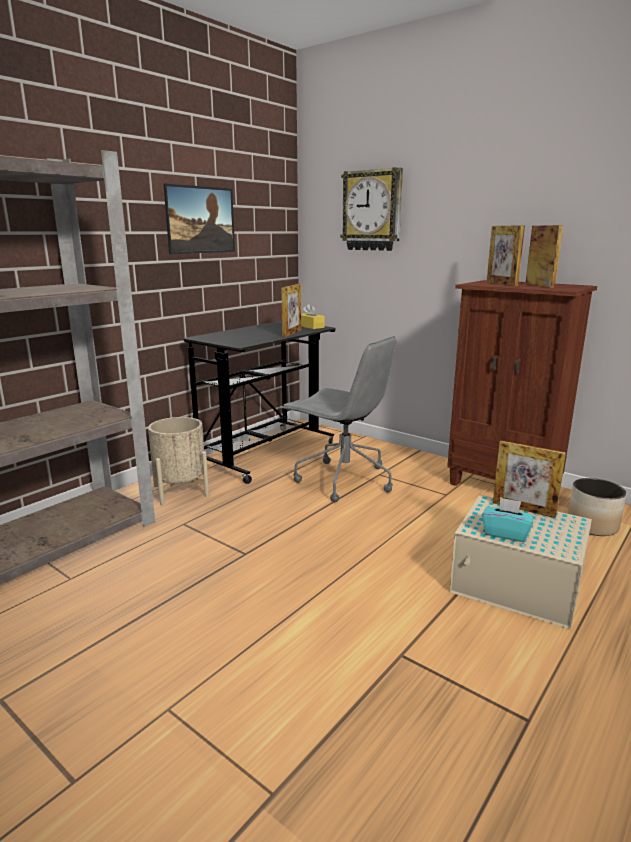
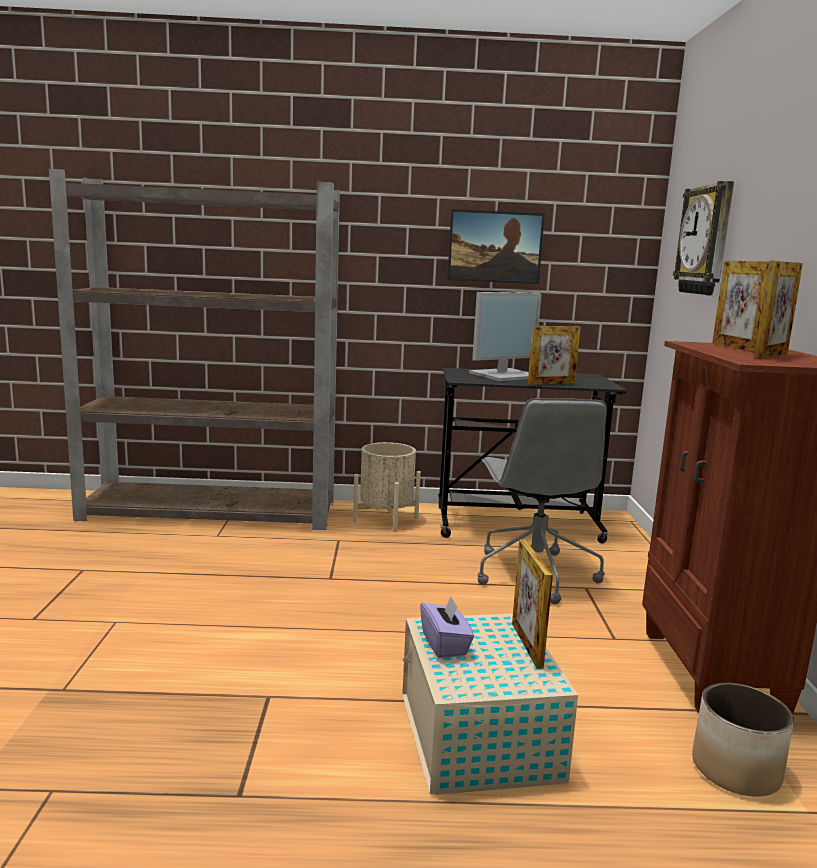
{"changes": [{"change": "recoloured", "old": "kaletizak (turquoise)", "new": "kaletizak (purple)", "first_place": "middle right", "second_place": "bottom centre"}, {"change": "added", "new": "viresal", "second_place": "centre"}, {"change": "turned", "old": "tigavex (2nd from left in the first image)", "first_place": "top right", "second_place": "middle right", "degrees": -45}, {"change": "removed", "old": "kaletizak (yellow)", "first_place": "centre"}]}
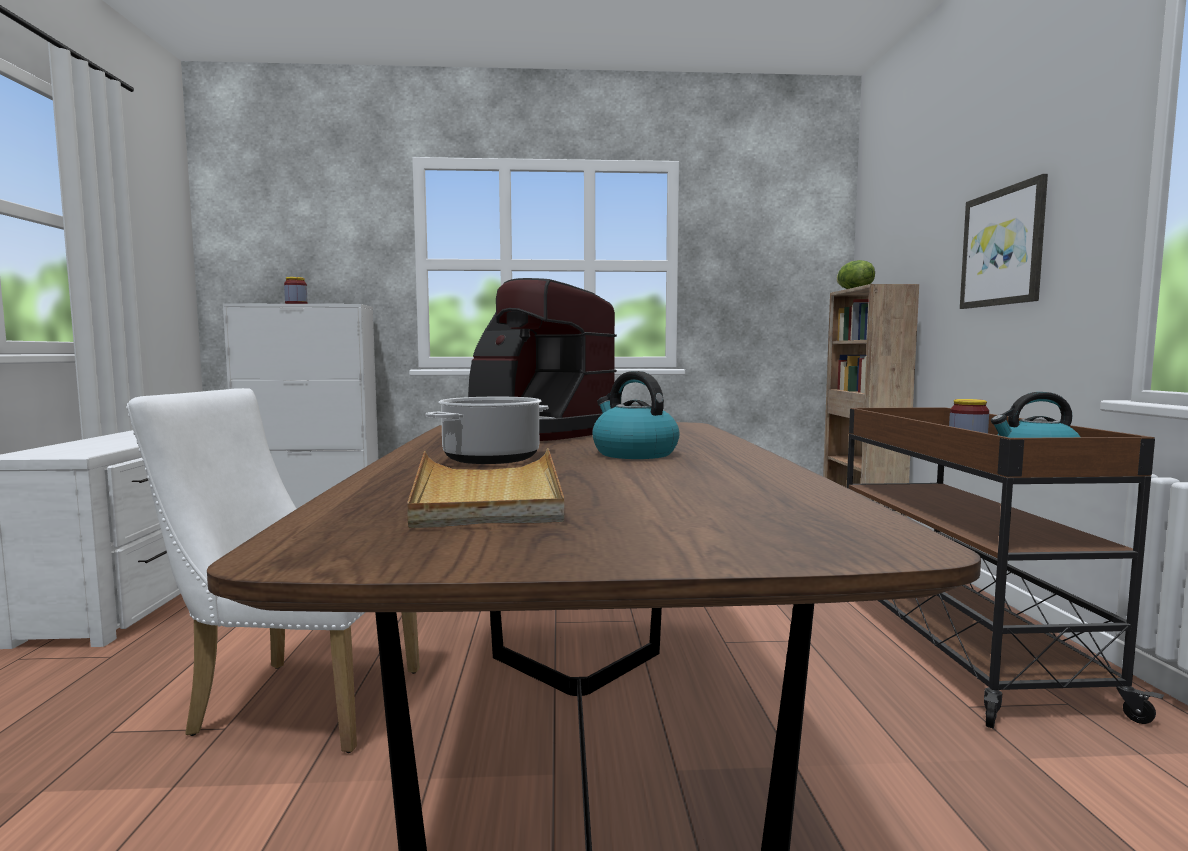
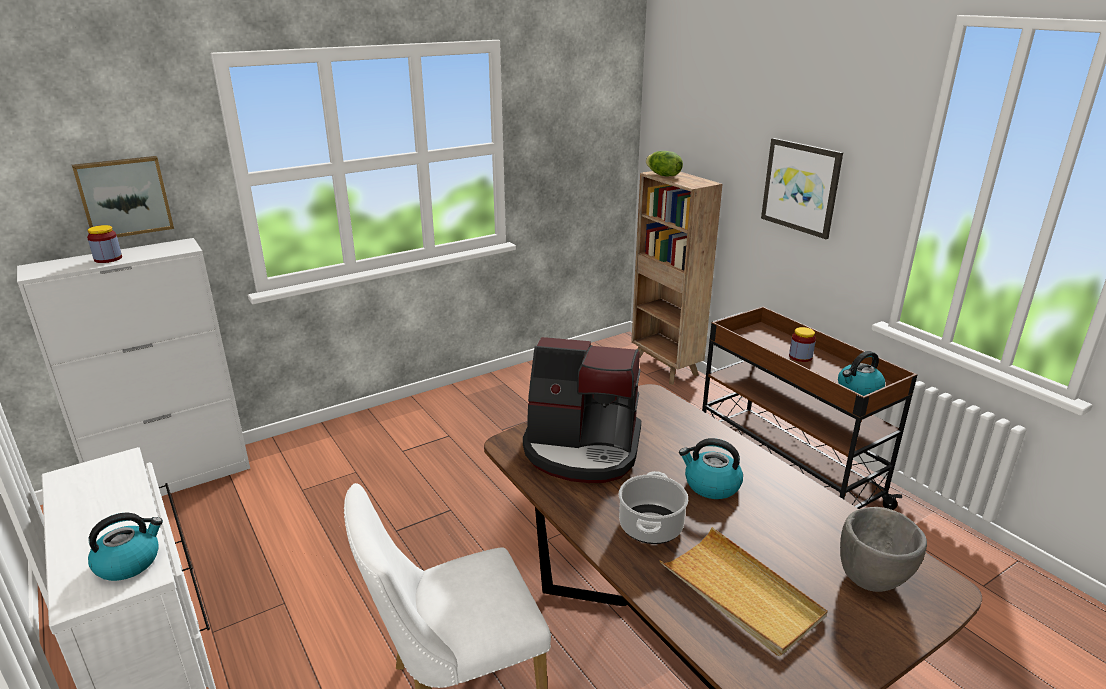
{"changes": [{"change": "added", "new": "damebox (1st from left)", "second_place": "top left"}, {"change": "added", "new": "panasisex (1st from left)", "second_place": "bottom left"}, {"change": "added", "new": "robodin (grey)", "second_place": "bottom right"}]}
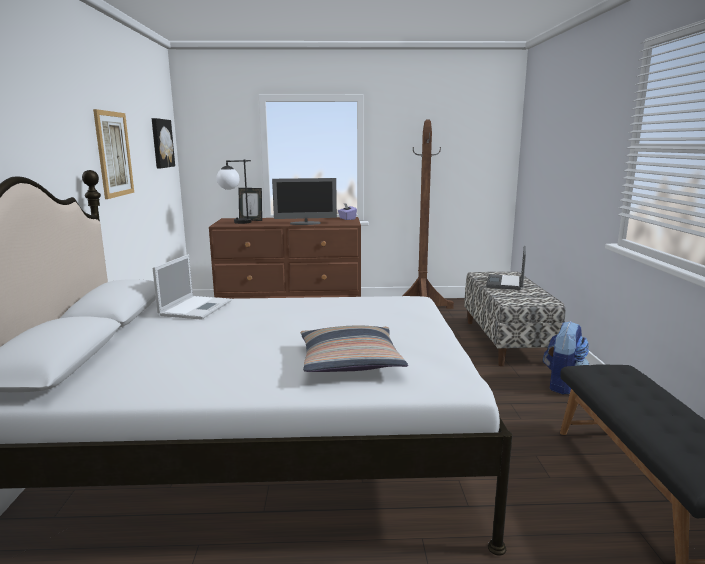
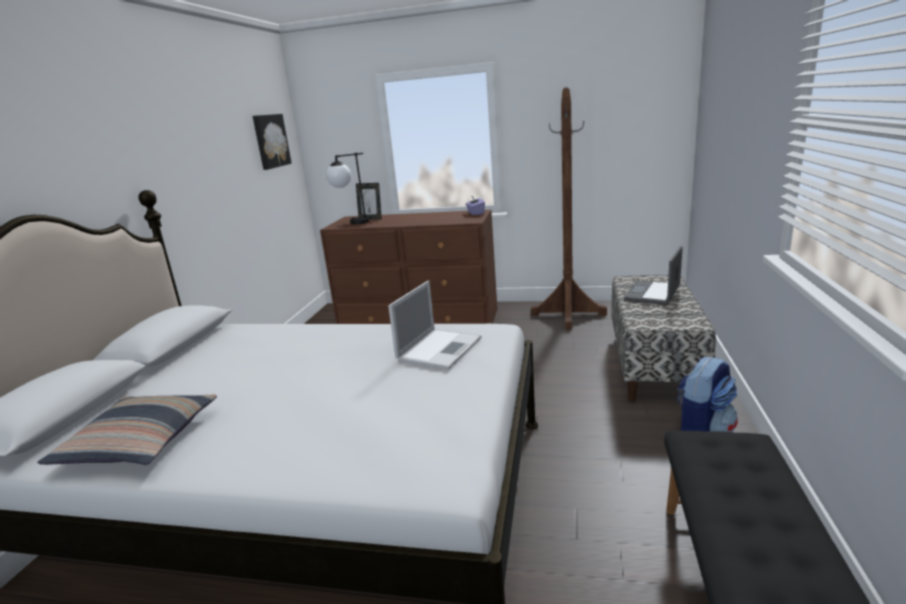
{"changes": [{"change": "moved", "old": "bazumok", "first_place": "centre", "second_place": "bottom left"}, {"change": "moved", "old": "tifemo (1st from left)", "first_place": "middle left", "second_place": "centre"}, {"change": "removed", "old": "damebox (1st from left)", "first_place": "top left"}, {"change": "removed", "old": "viresal", "first_place": "centre"}]}
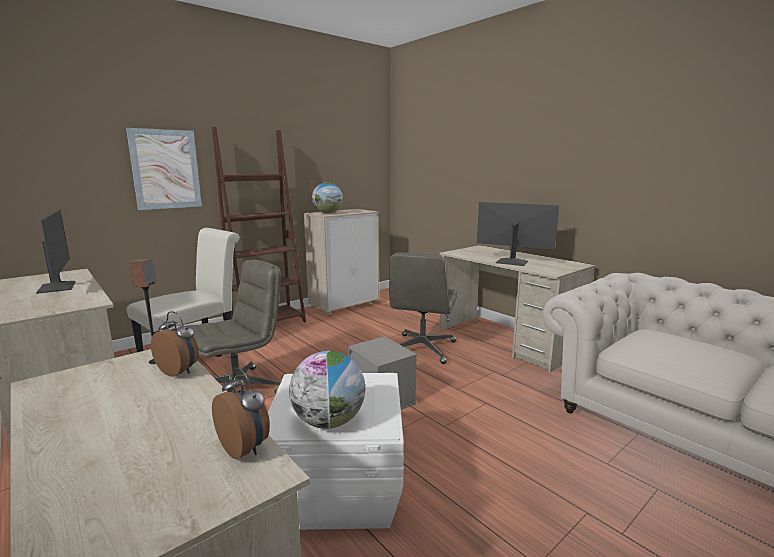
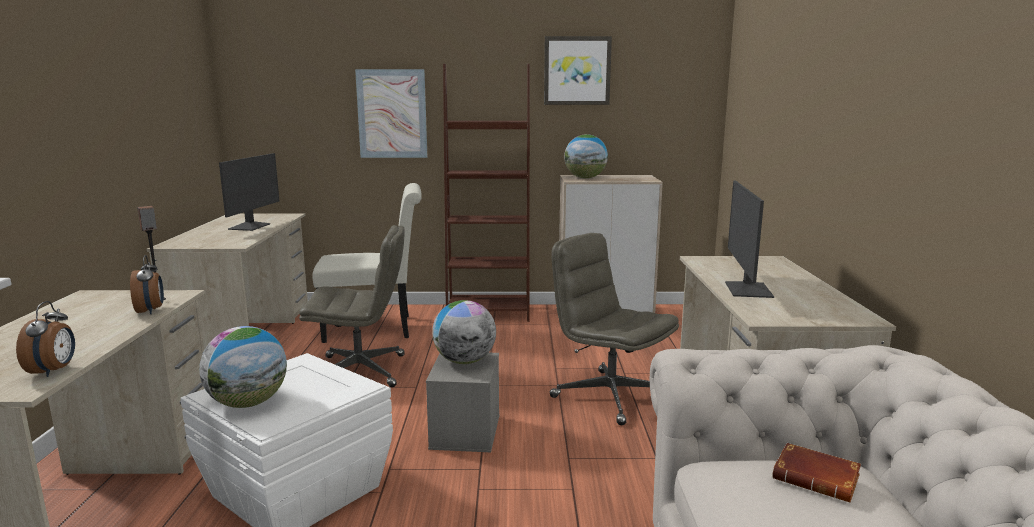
{"changes": [{"change": "added", "new": "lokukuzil (2nd from left)", "second_place": "centre"}, {"change": "added", "new": "damebox (2nd from left)", "second_place": "top centre"}, {"change": "turned", "old": "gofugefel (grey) (2nd from left)", "first_place": "centre", "second_place": "centre", "degrees": 75}, {"change": "turned", "old": "viresal (2nd from left)", "first_place": "middle right", "second_place": "middle right", "degrees": -150}, {"change": "added", "new": "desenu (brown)", "second_place": "bottom right"}]}
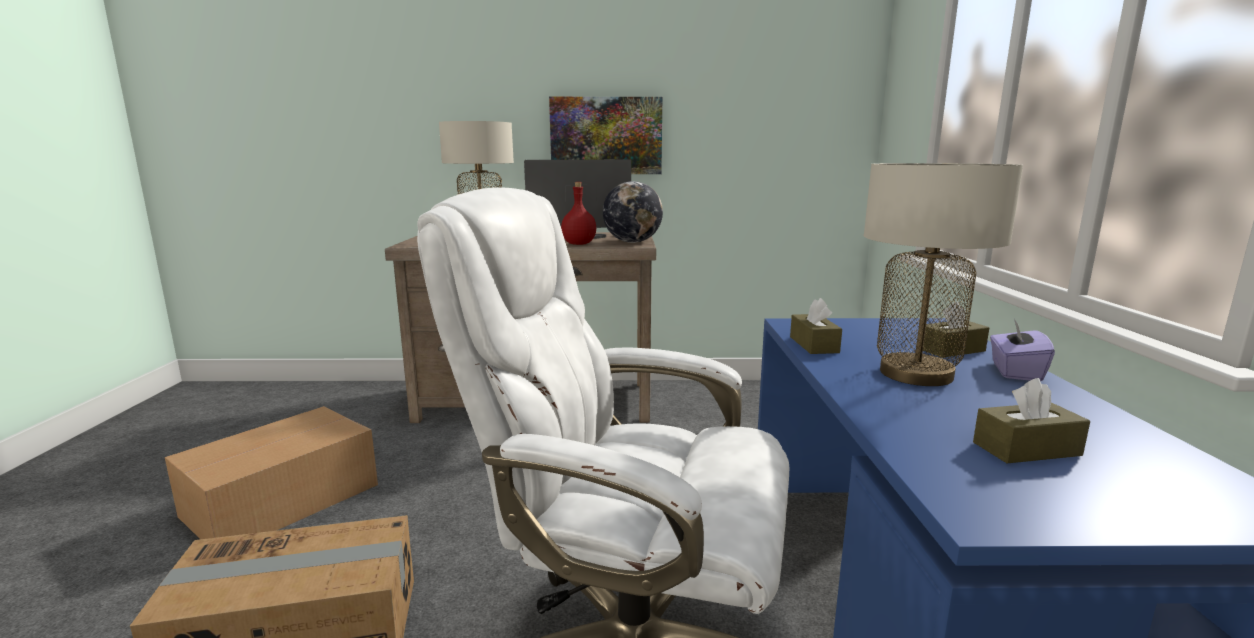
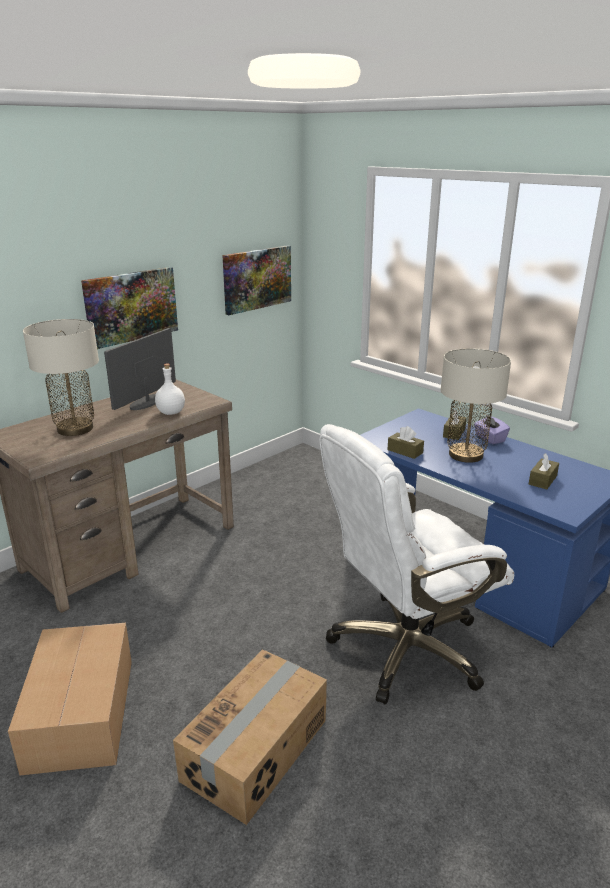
{"changes": [{"change": "recoloured", "old": "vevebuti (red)", "new": "vevebuti (white)", "first_place": "centre", "second_place": "middle left"}, {"change": "added", "new": "damebox (2nd from left)", "second_place": "top centre"}, {"change": "removed", "old": "lokukuzil", "first_place": "top centre"}]}
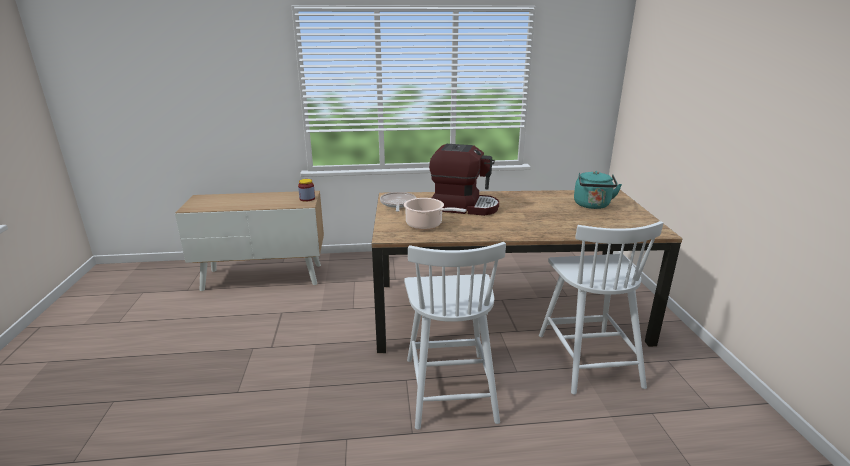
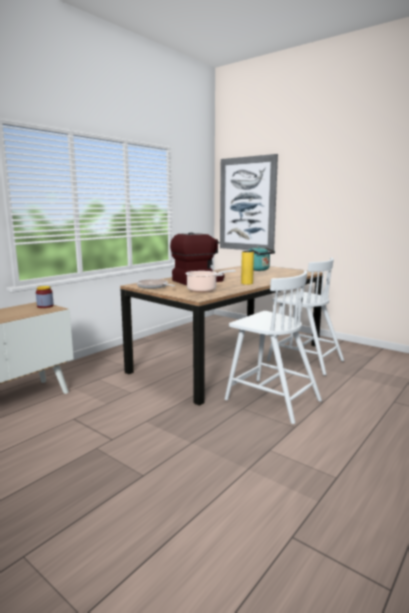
{"changes": [{"change": "added", "new": "damebox", "second_place": "top centre"}, {"change": "added", "new": "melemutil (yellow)", "second_place": "centre"}]}
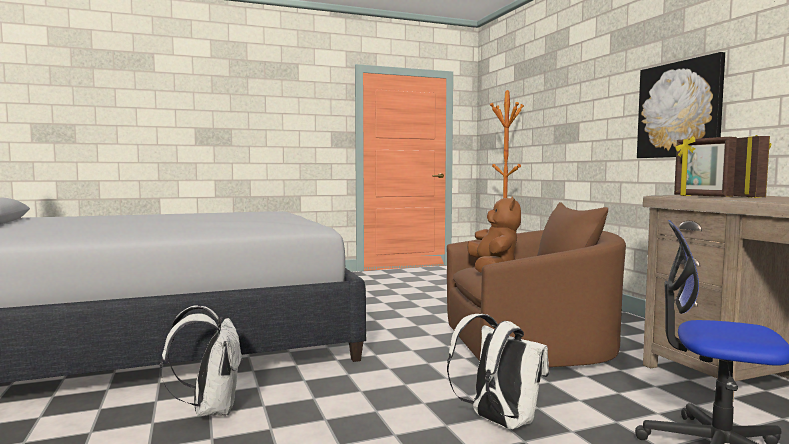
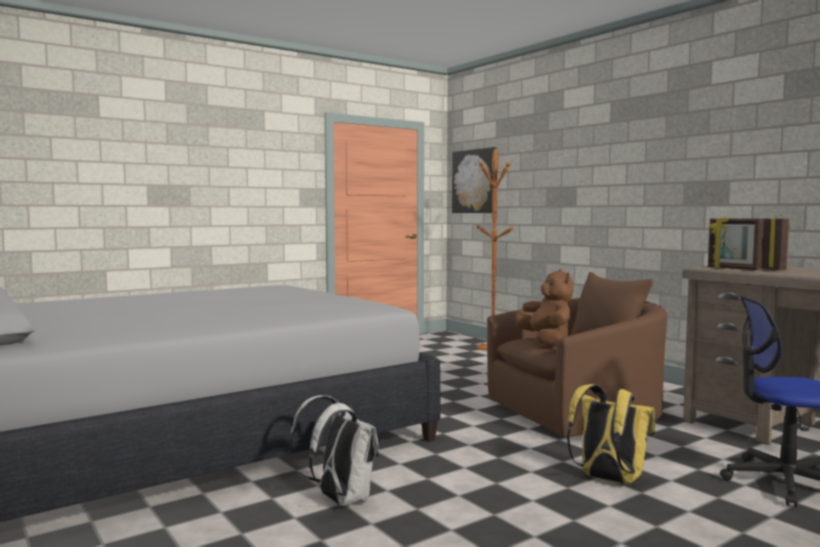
{"changes": [{"change": "moved", "old": "damebox", "first_place": "top right", "second_place": "top centre"}, {"change": "recoloured", "old": "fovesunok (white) (2nd from left)", "new": "fovesunok (yellow)", "first_place": "bottom centre", "second_place": "bottom right"}]}
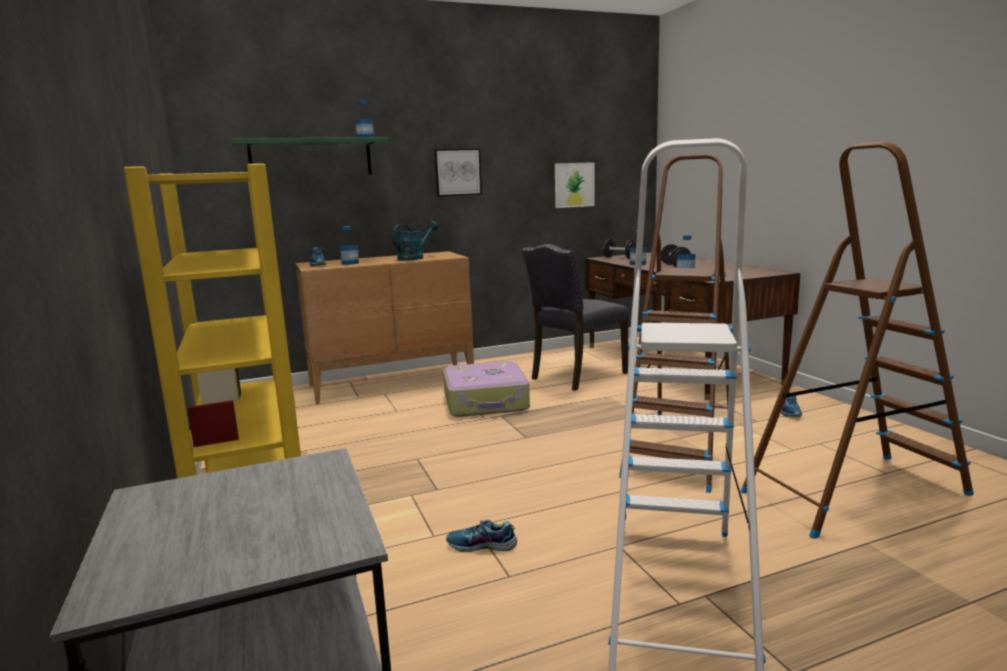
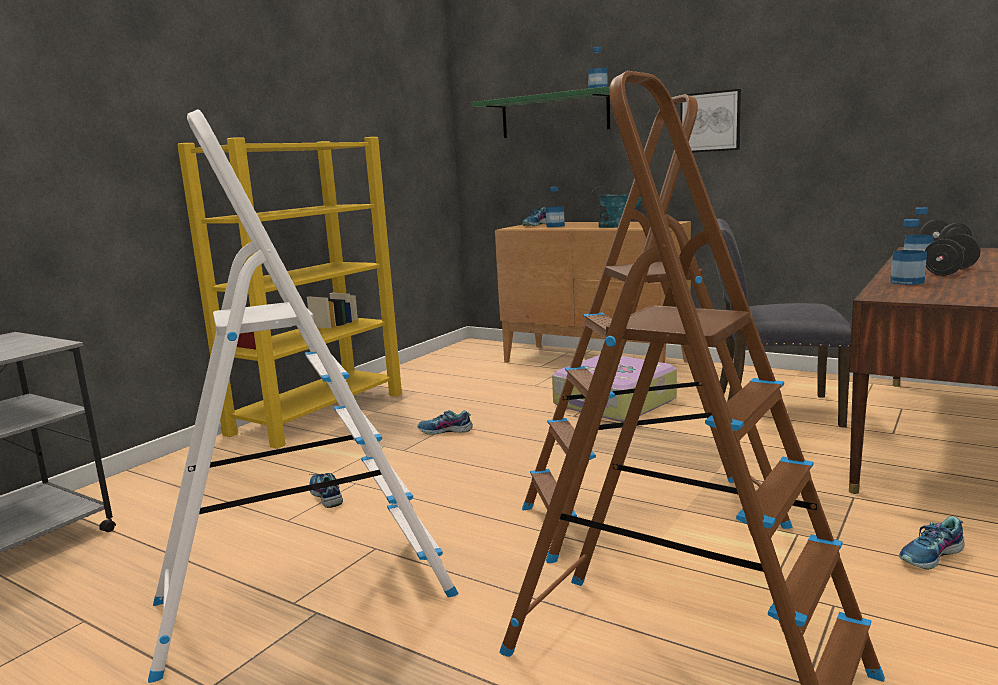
{"changes": [{"change": "added", "new": "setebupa (2nd from left)", "second_place": "centre"}, {"change": "removed", "old": "damebox (2nd from left)", "first_place": "top centre"}]}
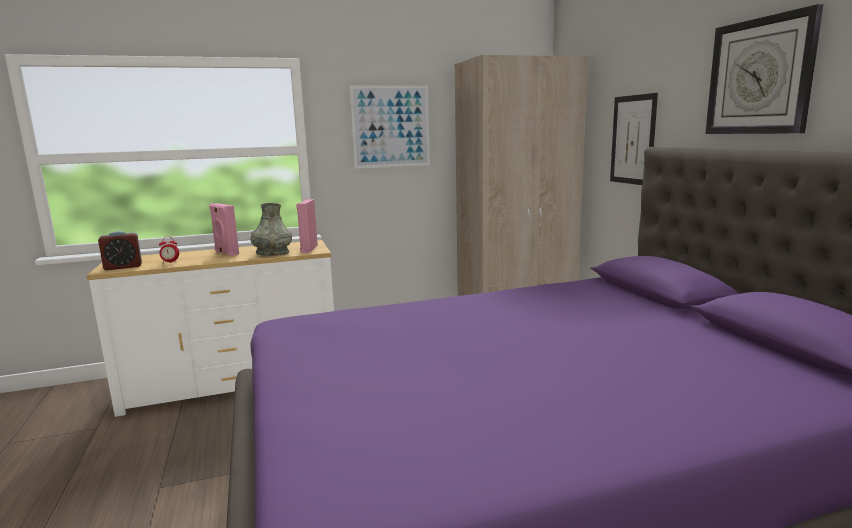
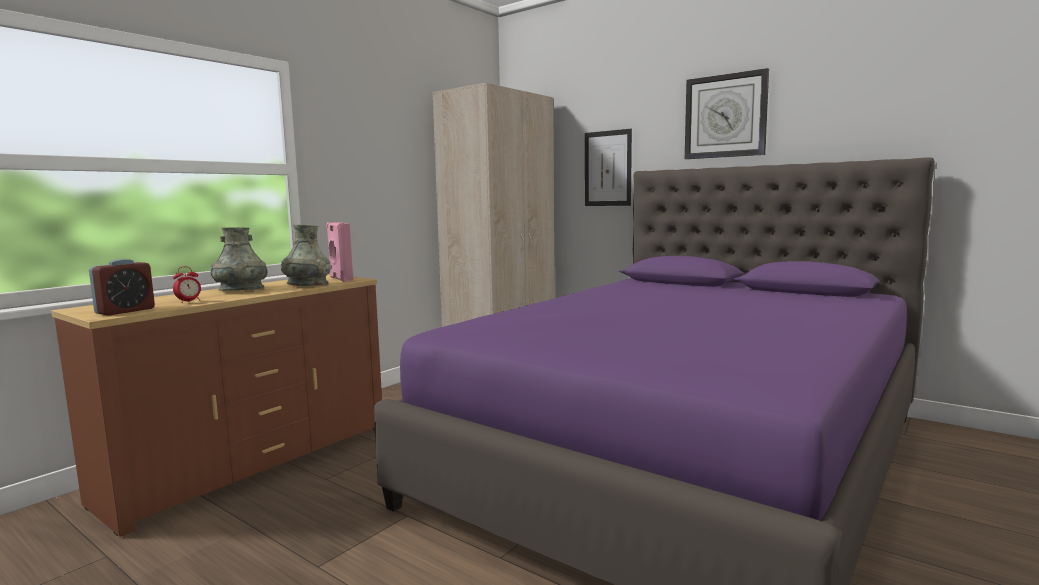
{"changes": [{"change": "recoloured", "old": "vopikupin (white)", "new": "vopikupin (brown)", "first_place": "middle left", "second_place": "bottom left"}, {"change": "replaced", "old": "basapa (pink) (1st from left)", "new": "melemutil (grey) (1st from left)", "first_place": "middle left", "second_place": "middle left"}, {"change": "removed", "old": "damebox (1st from left)", "first_place": "top centre"}]}
